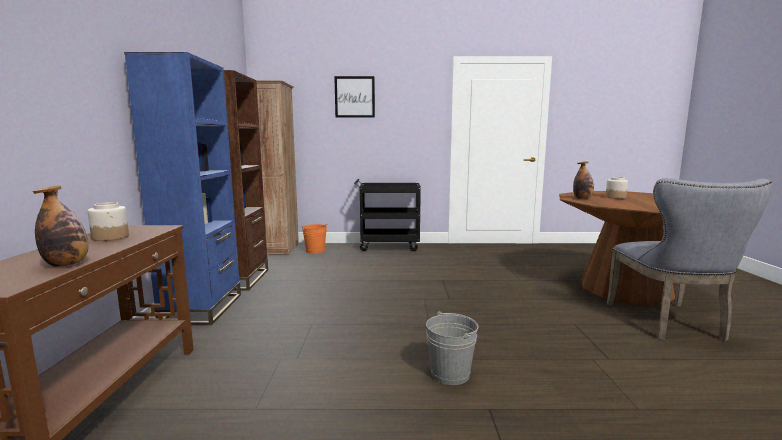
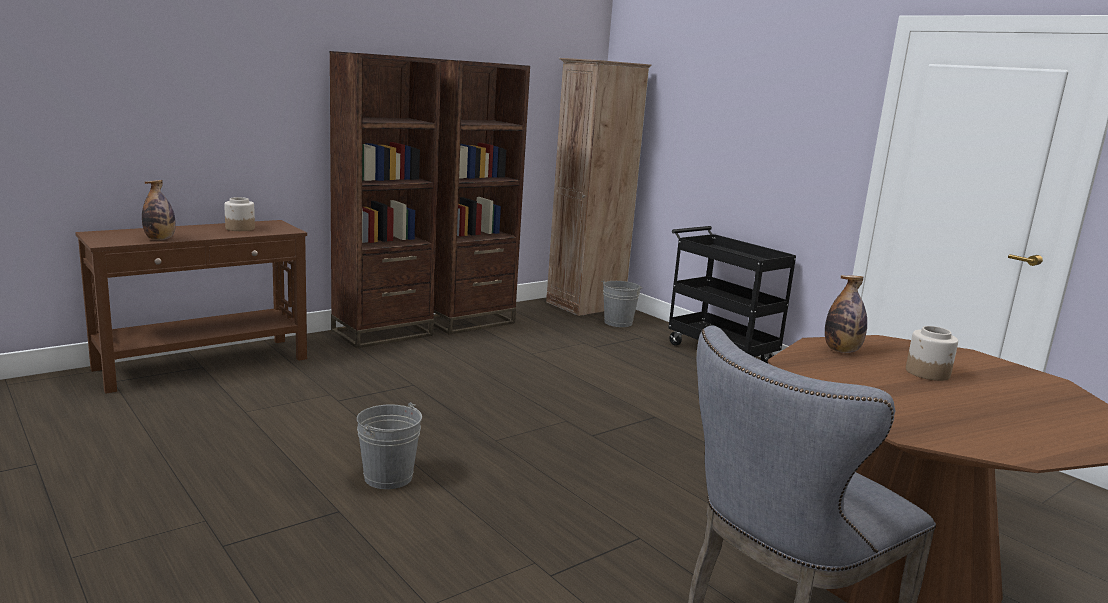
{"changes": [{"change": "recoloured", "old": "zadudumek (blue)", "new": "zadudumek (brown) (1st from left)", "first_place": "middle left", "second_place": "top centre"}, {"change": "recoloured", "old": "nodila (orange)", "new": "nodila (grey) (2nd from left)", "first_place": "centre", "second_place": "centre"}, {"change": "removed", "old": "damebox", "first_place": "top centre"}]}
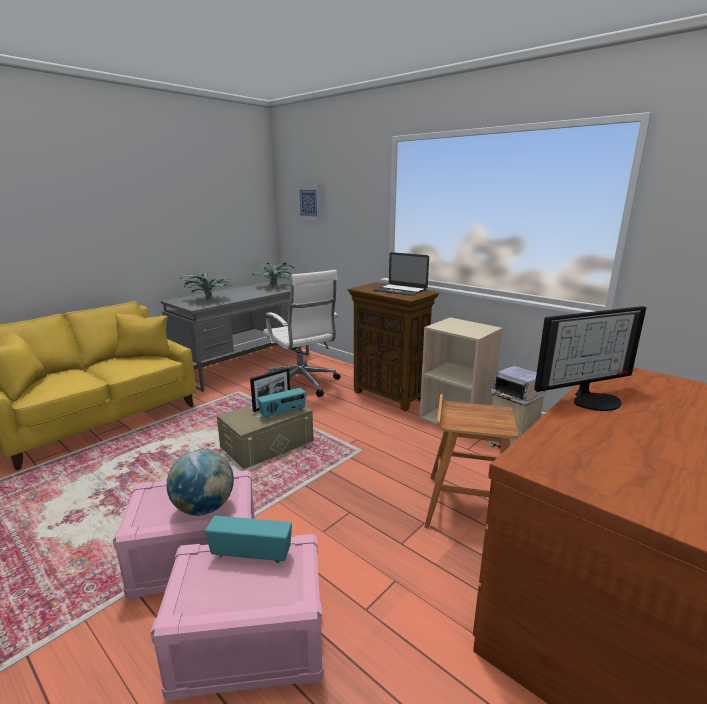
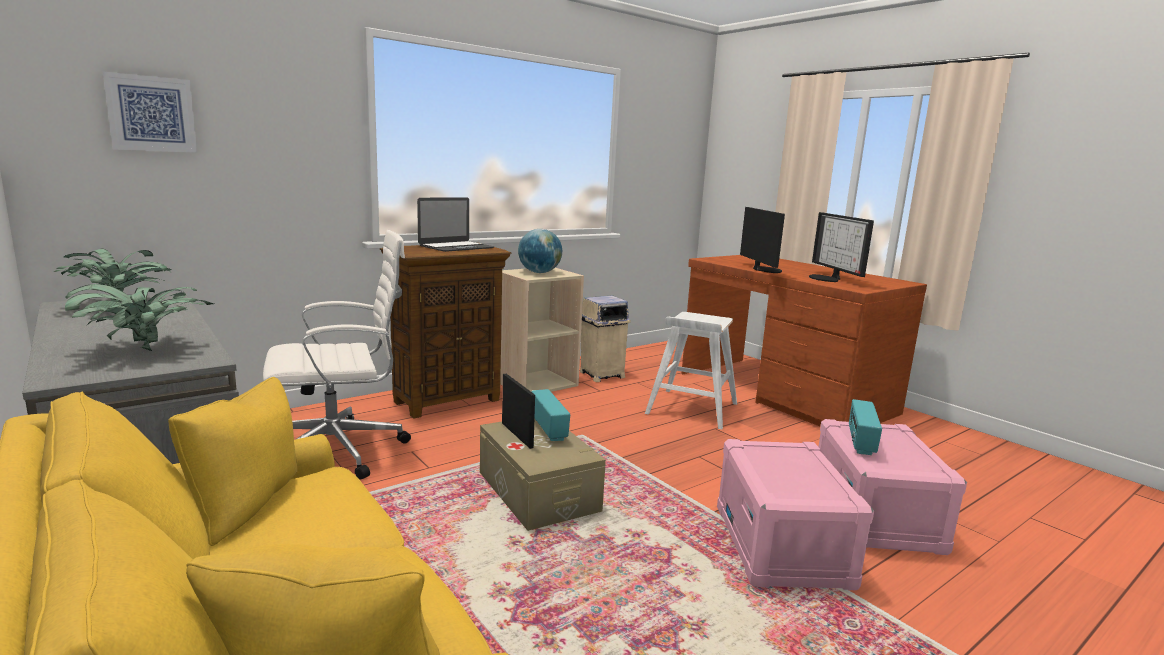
{"changes": [{"change": "moved", "old": "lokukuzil", "first_place": "bottom left", "second_place": "centre"}, {"change": "recoloured", "old": "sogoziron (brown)", "new": "sogoziron (white)", "first_place": "centre", "second_place": "centre"}, {"change": "added", "new": "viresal (2nd from left)", "second_place": "middle right"}]}
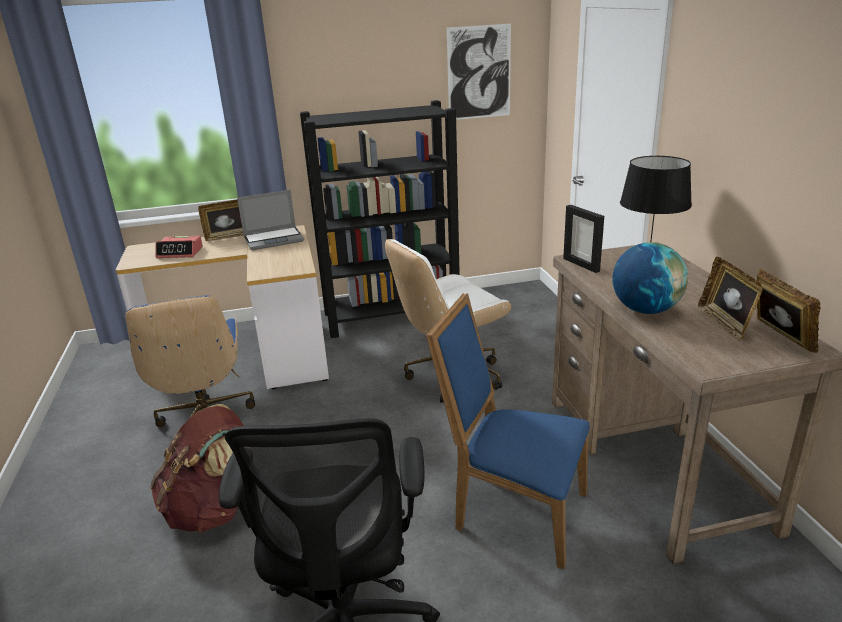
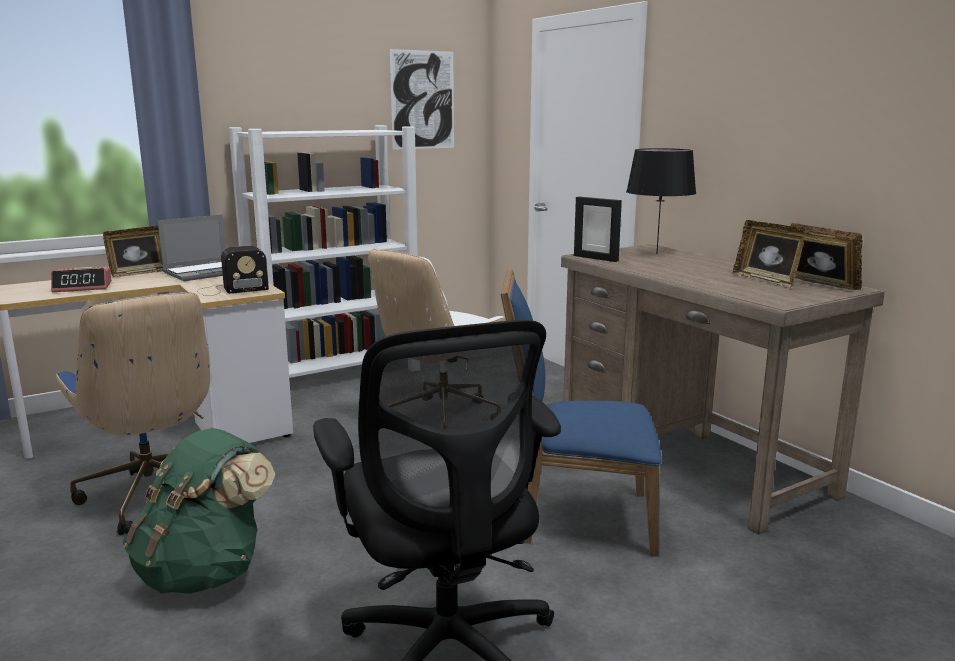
{"changes": [{"change": "recoloured", "old": "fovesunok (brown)", "new": "fovesunok (green)", "first_place": "bottom left", "second_place": "bottom left"}, {"change": "added", "new": "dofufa", "second_place": "middle left"}, {"change": "recoloured", "old": "zadudumek (black)", "new": "zadudumek (white)", "first_place": "centre", "second_place": "centre"}, {"change": "removed", "old": "lokukuzil", "first_place": "middle right"}]}
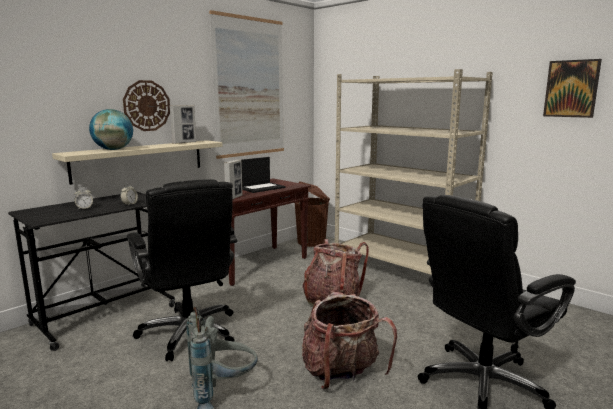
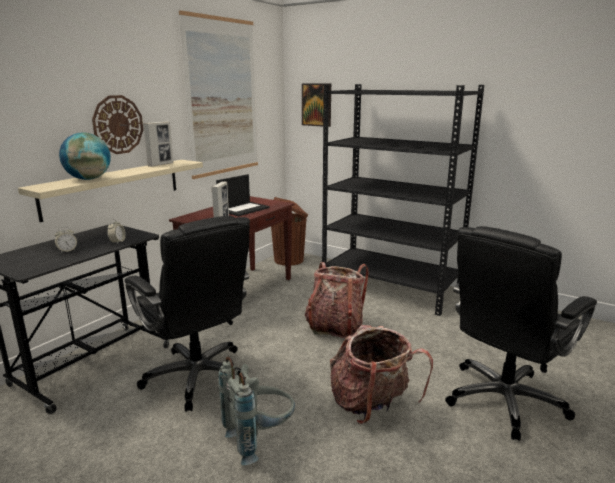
{"changes": [{"change": "moved", "old": "damebox (2nd from left)", "first_place": "top right", "second_place": "top centre"}, {"change": "recoloured", "old": "zadudumek (beige)", "new": "zadudumek (black)", "first_place": "middle right", "second_place": "centre"}]}
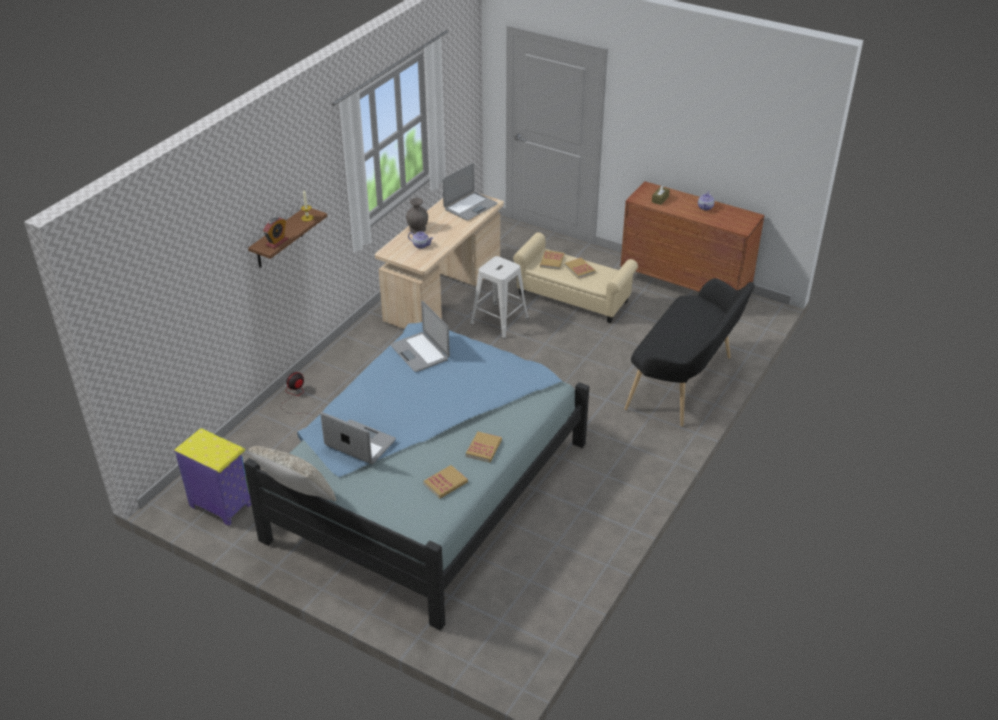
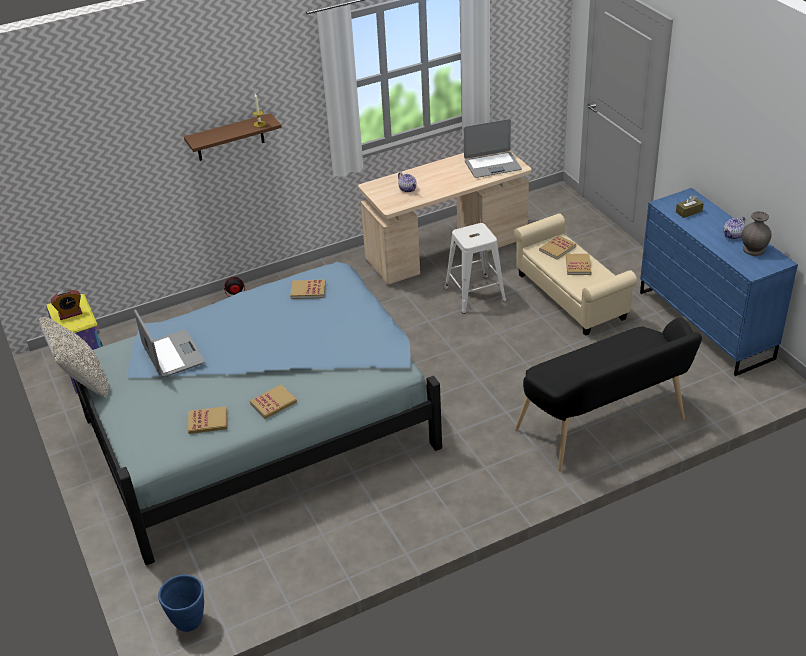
{"changes": [{"change": "moved", "old": "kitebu", "first_place": "top left", "second_place": "middle left"}, {"change": "added", "new": "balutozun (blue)", "second_place": "bottom left"}, {"change": "replaced", "old": "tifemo (2nd from left)", "new": "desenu (3rd from left)", "first_place": "centre", "second_place": "centre"}, {"change": "recoloured", "old": "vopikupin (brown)", "new": "vopikupin (blue)", "first_place": "top right", "second_place": "middle right"}, {"change": "moved", "old": "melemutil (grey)", "first_place": "top centre", "second_place": "middle right"}]}
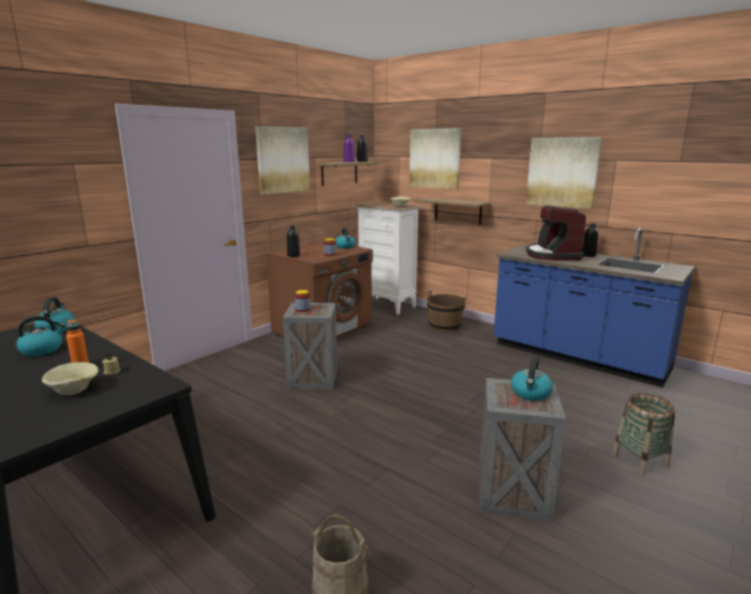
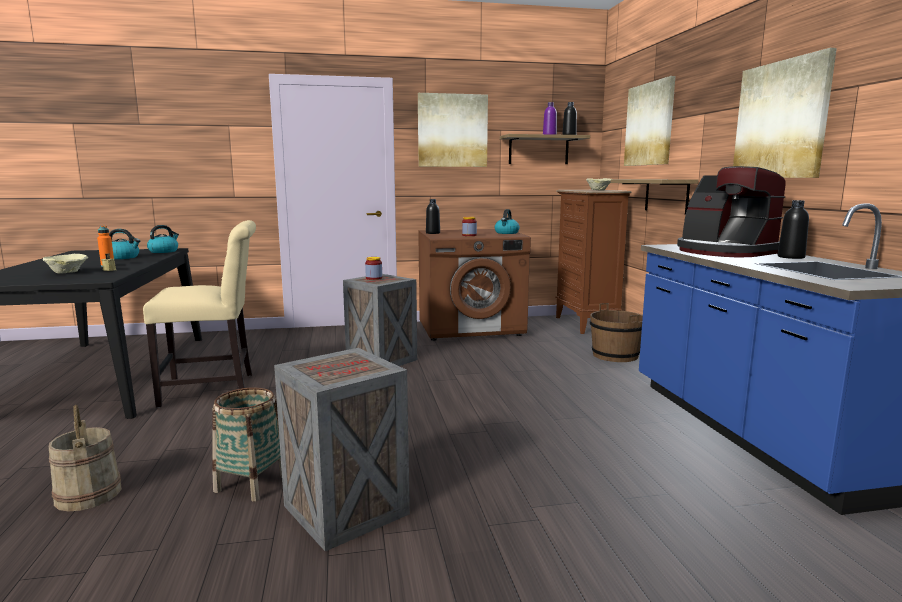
{"changes": [{"change": "added", "new": "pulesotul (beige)", "second_place": "middle left"}, {"change": "moved", "old": "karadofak", "first_place": "bottom right", "second_place": "bottom left"}, {"change": "recoloured", "old": "vopikupin (white)", "new": "vopikupin (brown)", "first_place": "centre", "second_place": "centre"}, {"change": "turned", "old": "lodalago", "first_place": "middle right", "second_place": "middle right", "degrees": -75}, {"change": "removed", "old": "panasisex (4th from left)", "first_place": "middle right"}]}
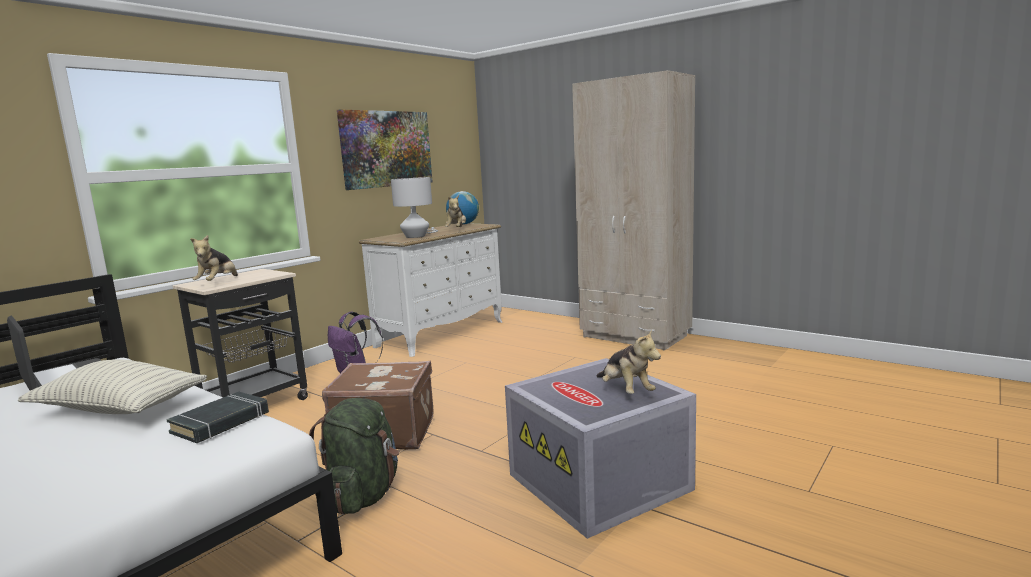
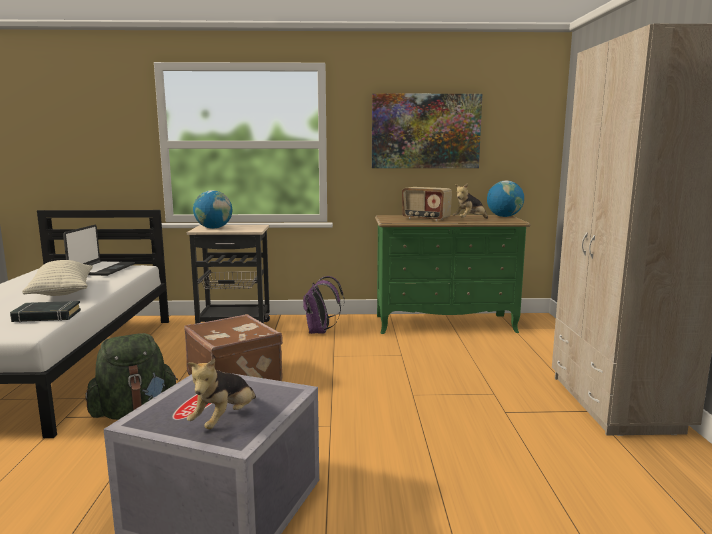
{"changes": [{"change": "replaced", "old": "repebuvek (1st from left)", "new": "lokukuzil (1st from left)", "first_place": "middle left", "second_place": "middle left"}, {"change": "recoloured", "old": "vopikupin (white)", "new": "vopikupin (green)", "first_place": "centre", "second_place": "centre"}, {"change": "replaced", "old": "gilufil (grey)", "new": "dofufa", "first_place": "centre", "second_place": "centre"}]}
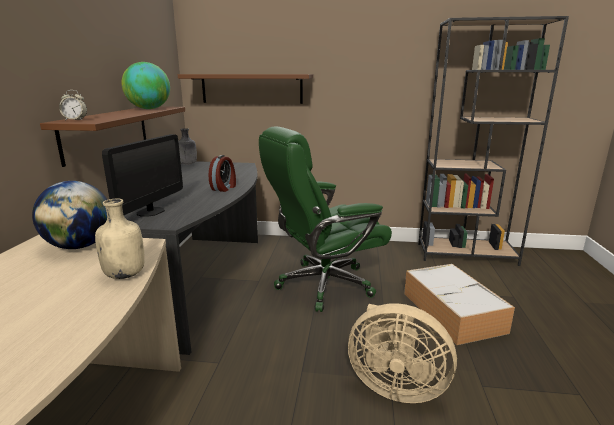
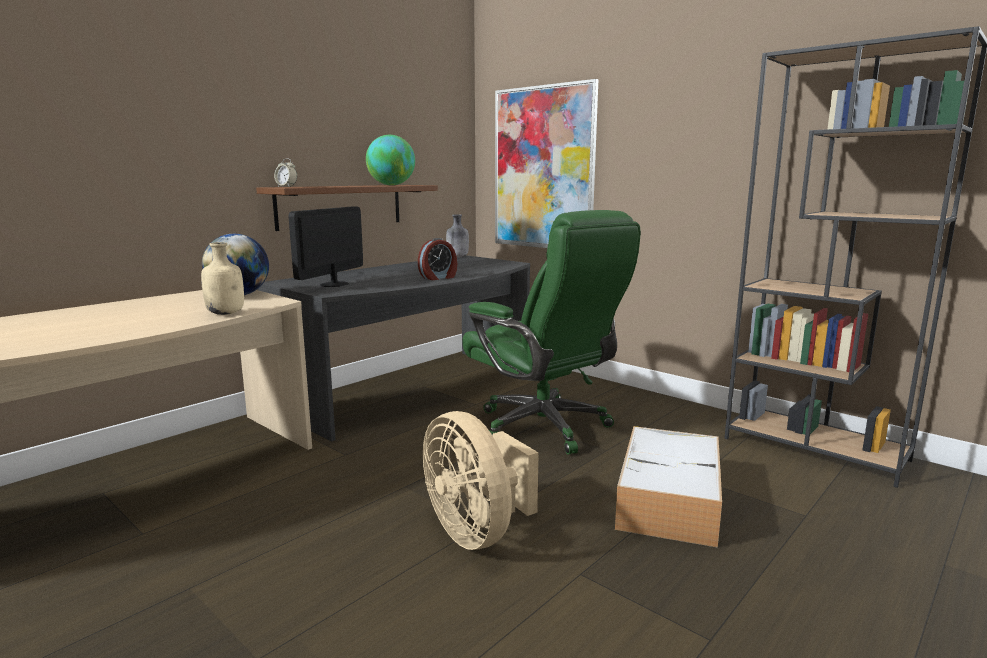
{"changes": [{"change": "turned", "old": "viresal", "first_place": "middle left", "second_place": "middle left", "degrees": 150}, {"change": "turned", "old": "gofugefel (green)", "first_place": "centre", "second_place": "centre", "degrees": -135}, {"change": "replaced", "old": "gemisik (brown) (2nd from left)", "new": "damebox", "first_place": "top centre", "second_place": "top centre"}]}
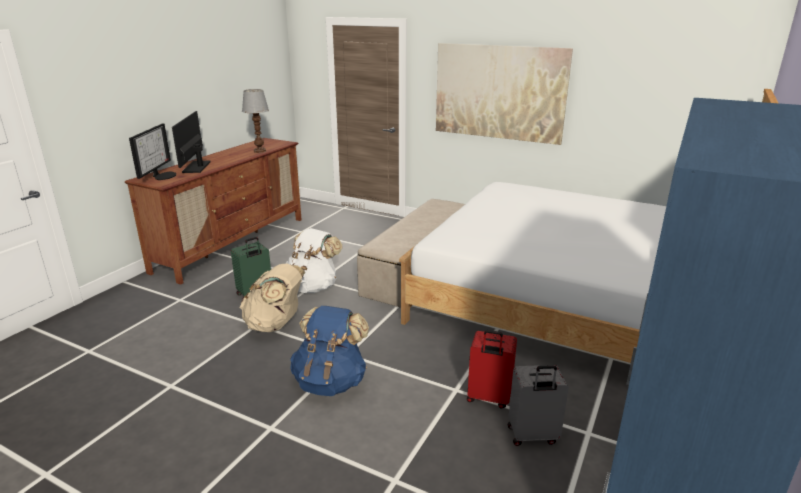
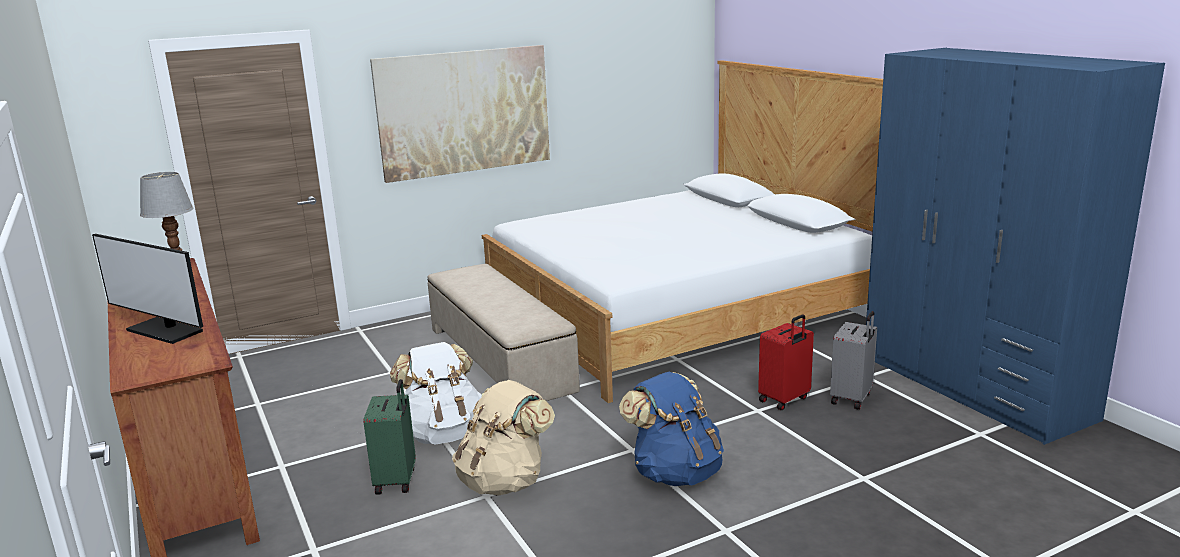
{"changes": [{"change": "removed", "old": "viresal (1st from left)", "first_place": "top left"}]}
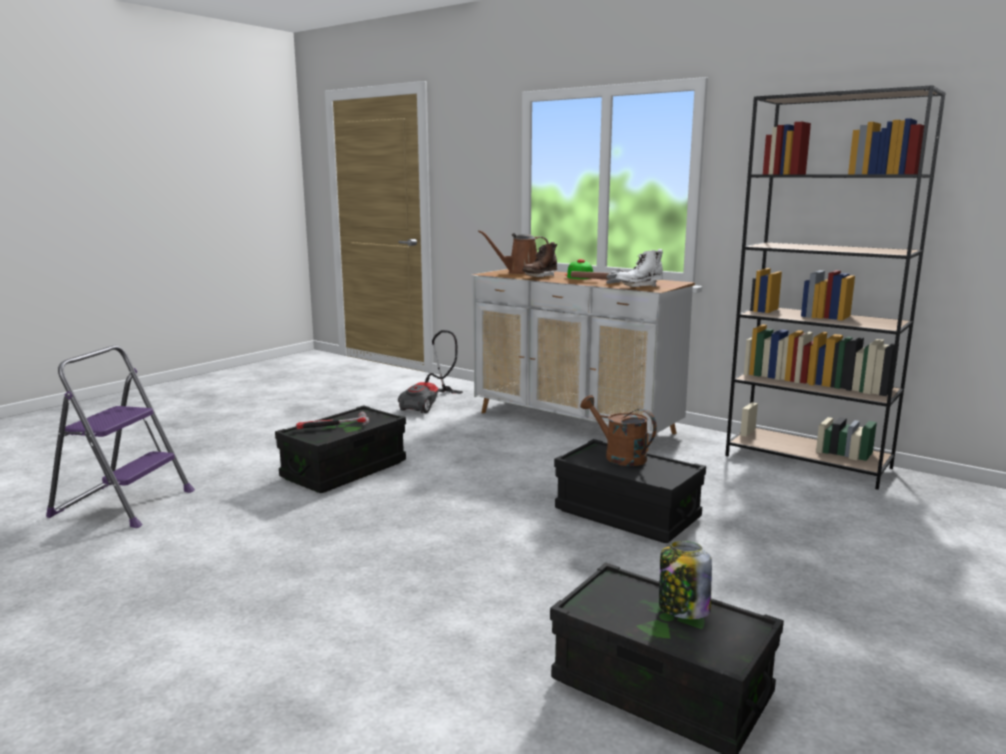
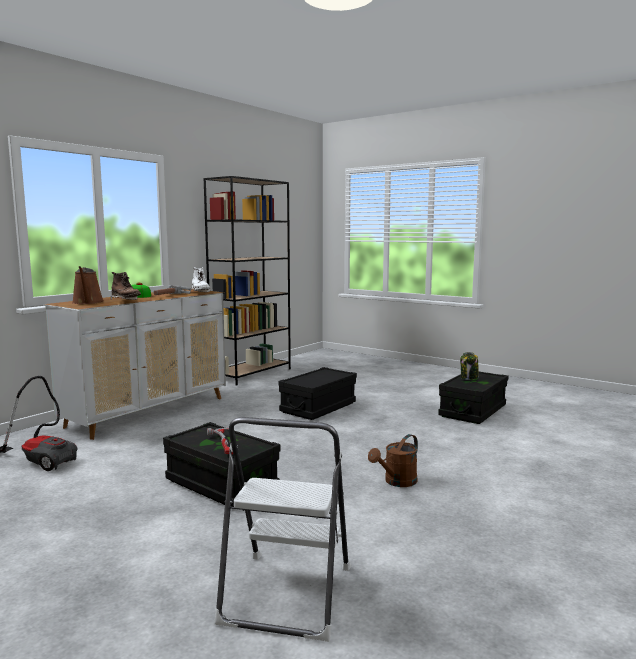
{"changes": [{"change": "recoloured", "old": "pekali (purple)", "new": "pekali (white)", "first_place": "middle left", "second_place": "bottom centre"}, {"change": "moved", "old": "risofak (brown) (2nd from left)", "first_place": "centre", "second_place": "bottom centre"}]}
